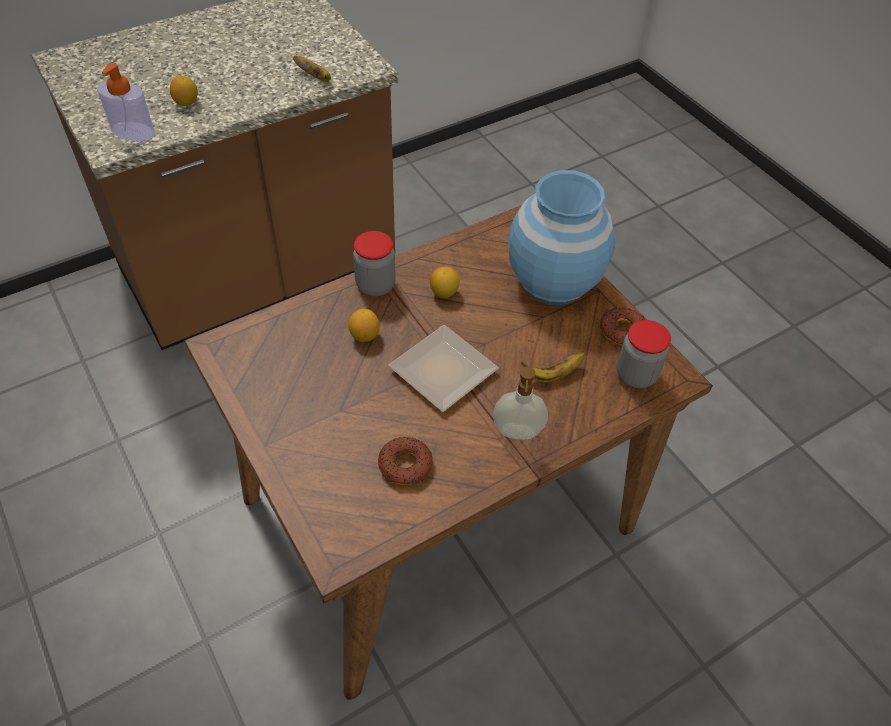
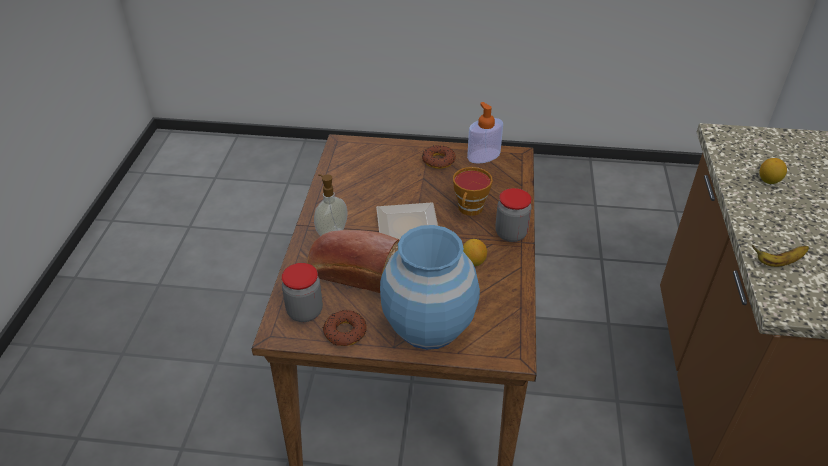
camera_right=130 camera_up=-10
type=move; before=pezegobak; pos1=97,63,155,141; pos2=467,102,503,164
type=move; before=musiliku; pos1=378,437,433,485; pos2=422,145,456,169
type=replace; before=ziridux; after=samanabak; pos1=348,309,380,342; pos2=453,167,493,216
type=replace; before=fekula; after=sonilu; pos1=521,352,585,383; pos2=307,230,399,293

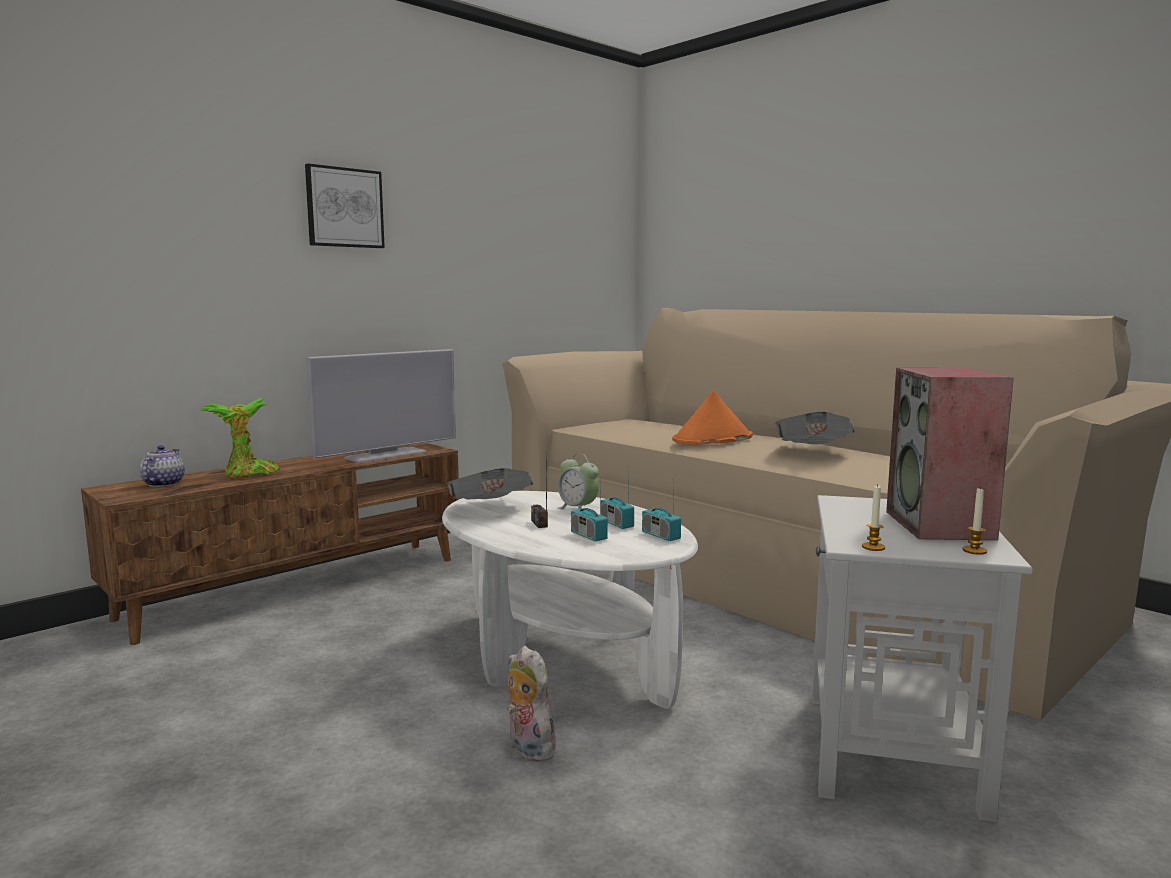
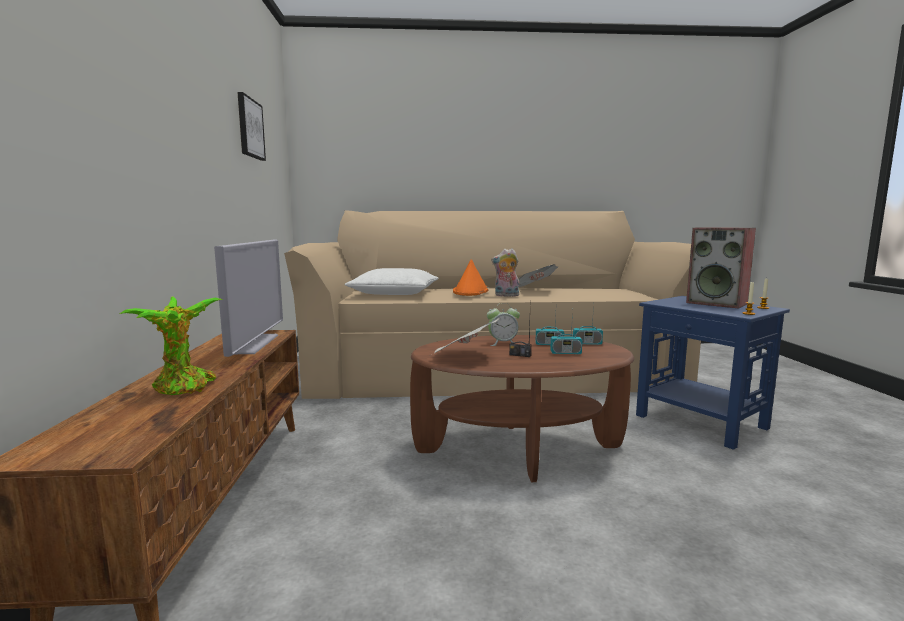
camera_right=-50 camera_up=0
type=delete; before=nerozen; pos1=140,445,185,487
type=insert; after=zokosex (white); pos2=345,268,439,295
type=move; before=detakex; pos1=305,164,385,248; pos2=237,92,266,161
type=move; before=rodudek; pos1=507,646,559,762; pos2=491,248,519,297
type=recolor; before=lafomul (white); after=lafomul (brown); pos1=442,491,698,709; pos2=410,335,634,482
type=recolor; before=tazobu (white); after=tazobu (blue); pos1=812,495,1032,822; pos2=636,296,790,450

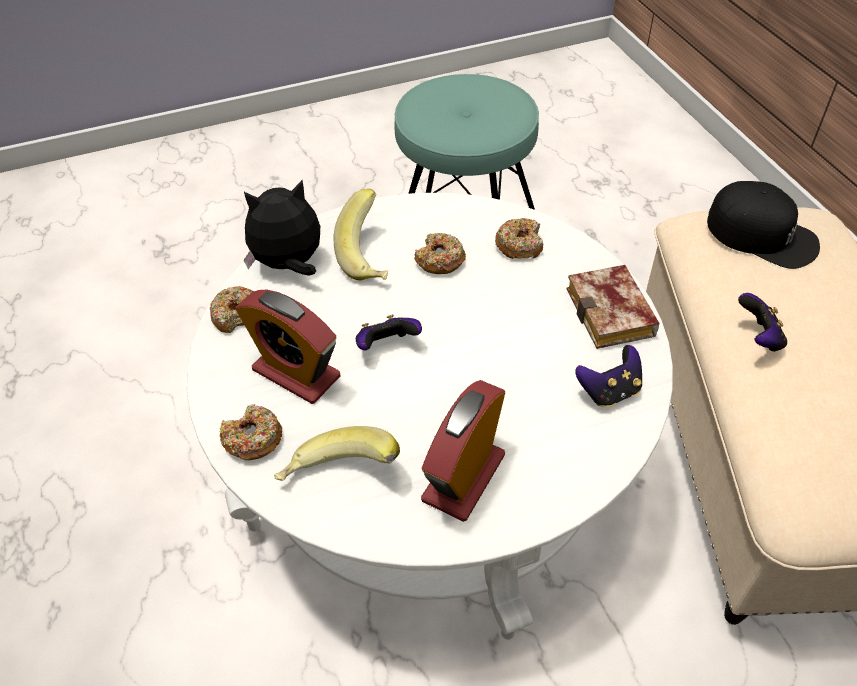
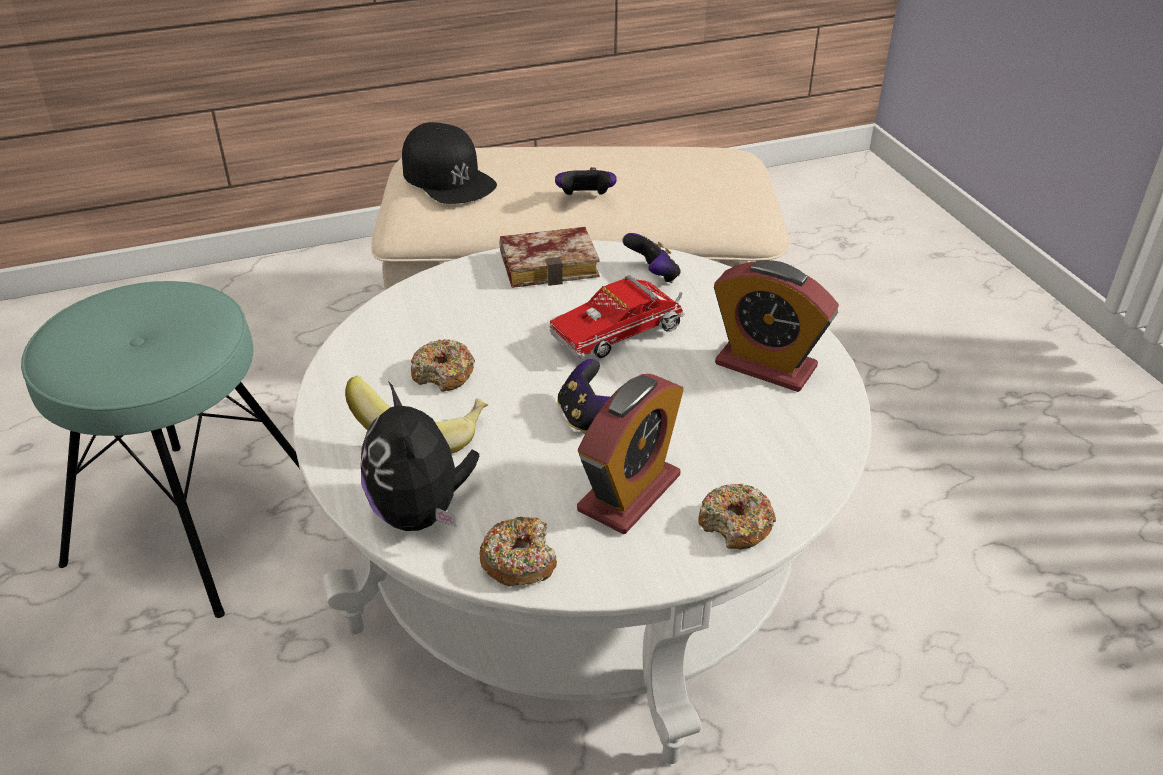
camera_right=-90 camera_up=-10
type=delete; before=fekula; pos1=274,426,400,481
type=delete; before=musiliku; pos1=495,218,543,259
type=insert; after=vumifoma; pos2=549,275,685,359
type=rotate; before=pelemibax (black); pos1=707,181,820,269; pos2=402,122,497,204; turn=105

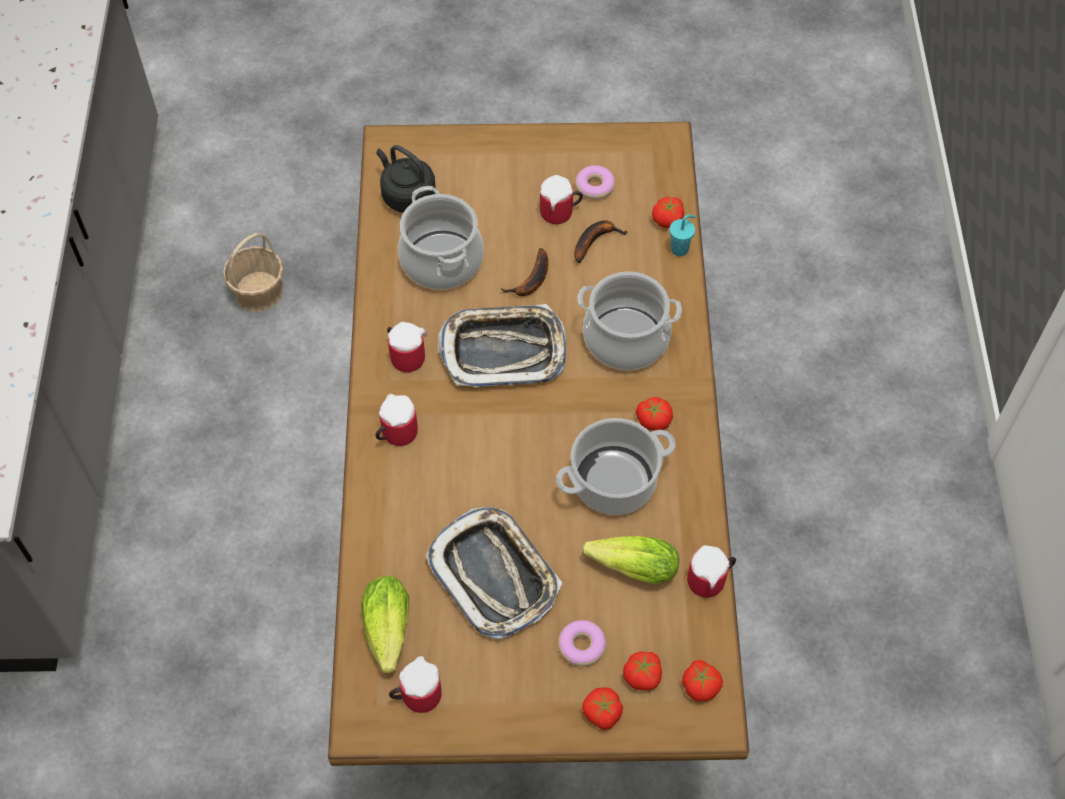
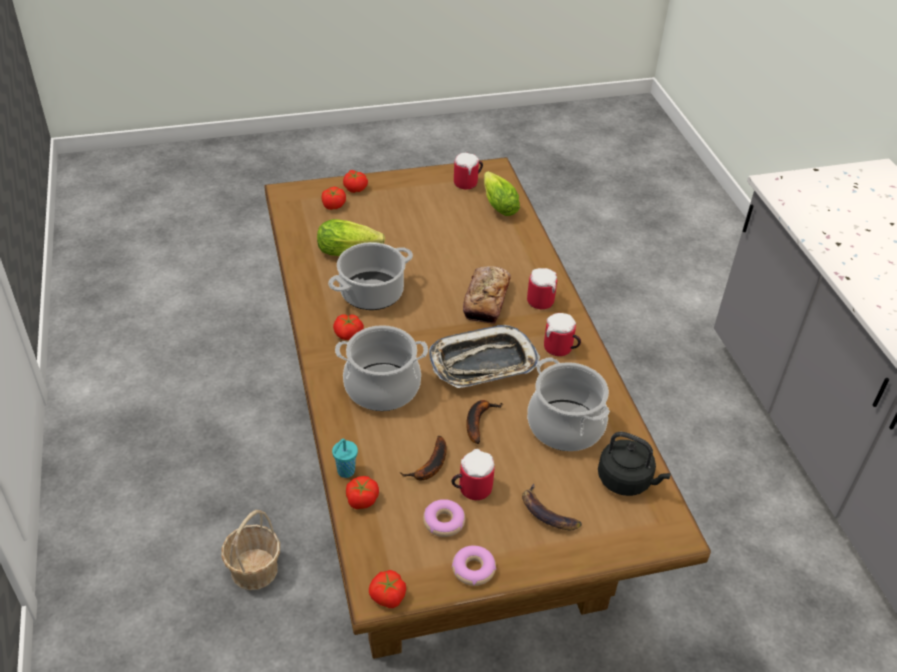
camera_right=165 camera_up=-15
type=delete; before=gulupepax; pos1=425,507,562,639
type=delete; before=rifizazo; pos1=687,545,736,598
type=insert; after=sonilu; pos2=463,266,511,324
type=insert; after=fekula; pos2=522,483,582,530
type=move; before=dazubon; pos1=223,232,284,312; pos2=221,510,280,590
type=move; before=musiliku; pos1=558,620,607,666; pos2=452,545,496,586
type=move; before=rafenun; pos1=682,660,723,701; pos2=369,570,406,608

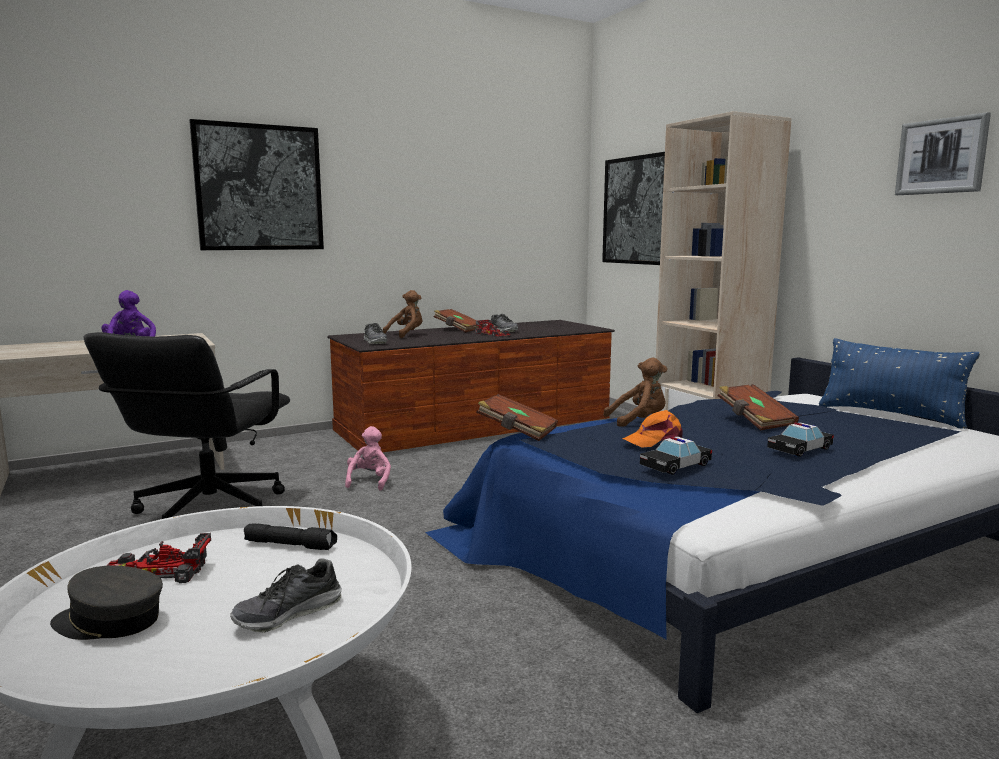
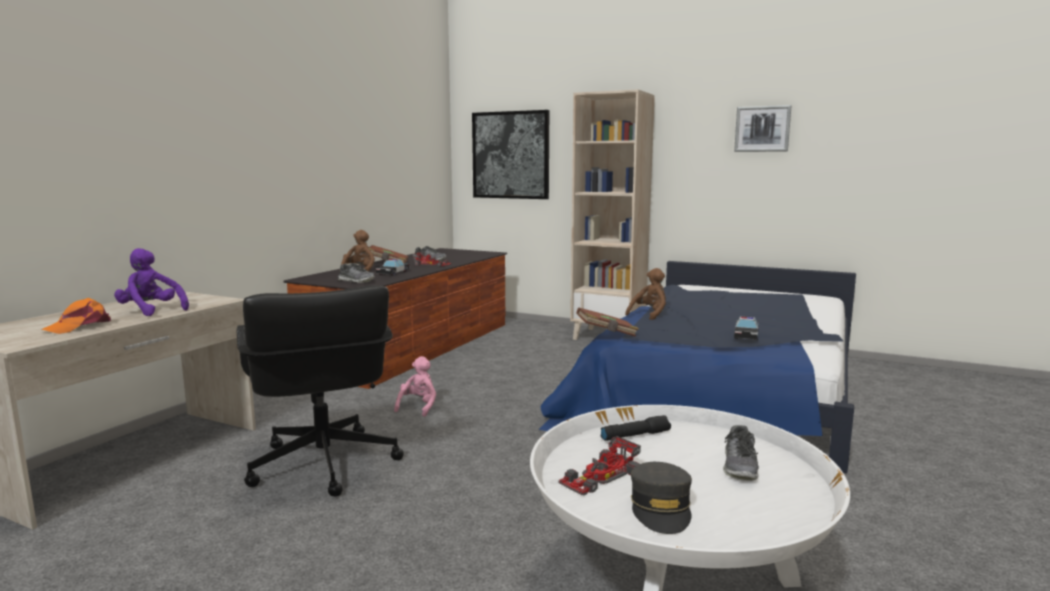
camera_right=-35 camera_up=0
type=delete; before=detakex; pos1=189,119,324,250
type=delete; before=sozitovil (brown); pos1=718,384,799,430
type=delete; before=zokosex (blue); pos1=819,338,980,429
type=move; before=pelemibax (orange); pos1=623,410,683,448; pos2=41,298,111,334
type=move; before=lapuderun; pos1=767,422,834,457; pos2=376,259,409,276
type=rotate; before=pelemibax (grey); pos1=50,566,163,640; pos2=631,462,692,534; turn=-60
type=rotate; before=rodudek (pink); pos1=345,426,391,491; pos2=394,356,436,417; turn=45

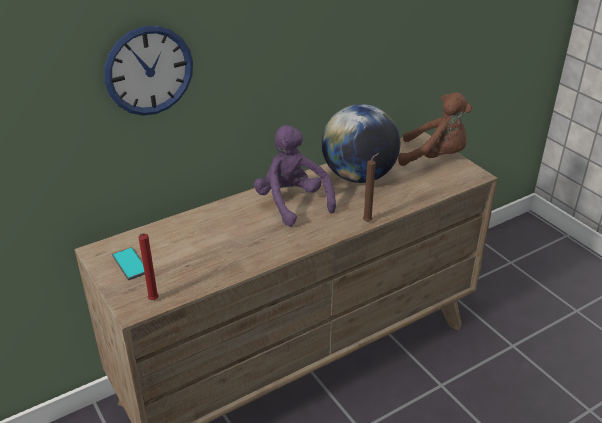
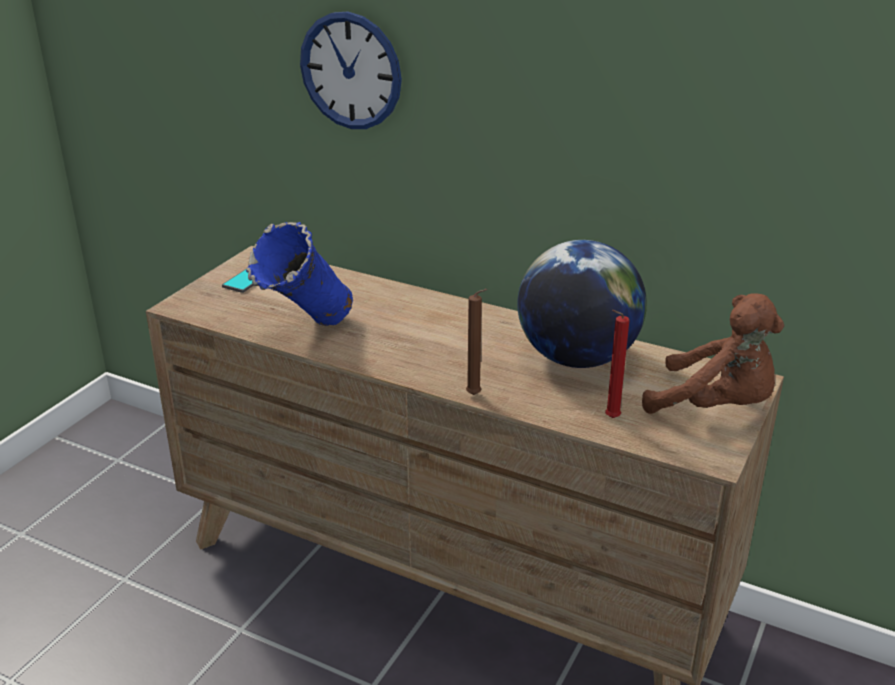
camera_right=60 camera_up=-5
type=delete; before=rodudek (purple); pos1=254,125,336,226
type=insert; after=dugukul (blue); pos2=246,222,353,326
type=move; before=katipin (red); pos1=139,233,159,300; pos2=605,310,629,418
type=rotate; before=rodudek (brown); pos1=398,92,472,166; pos2=642,293,784,414; turn=-45

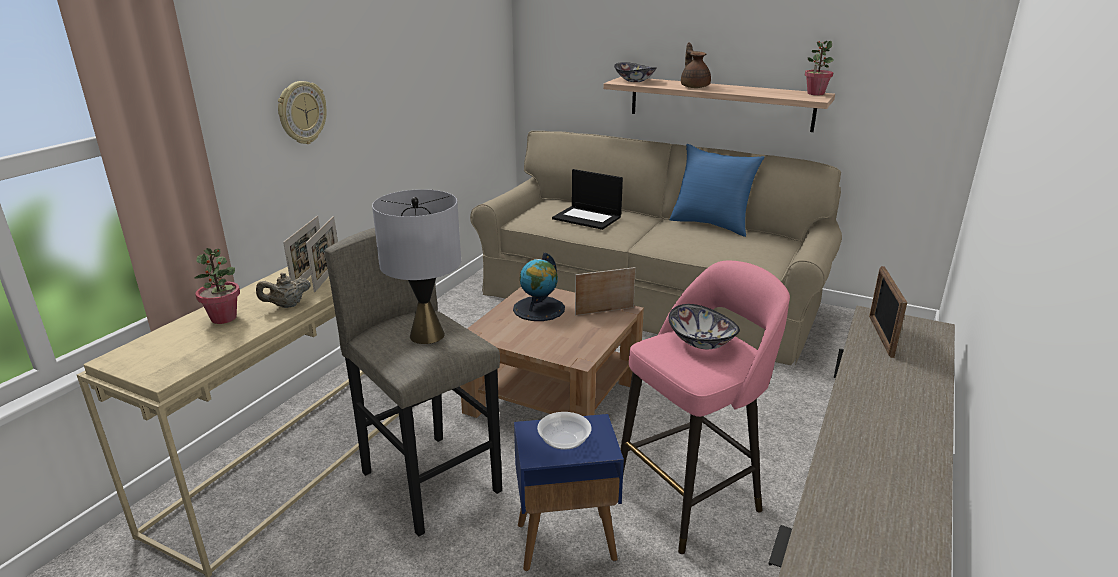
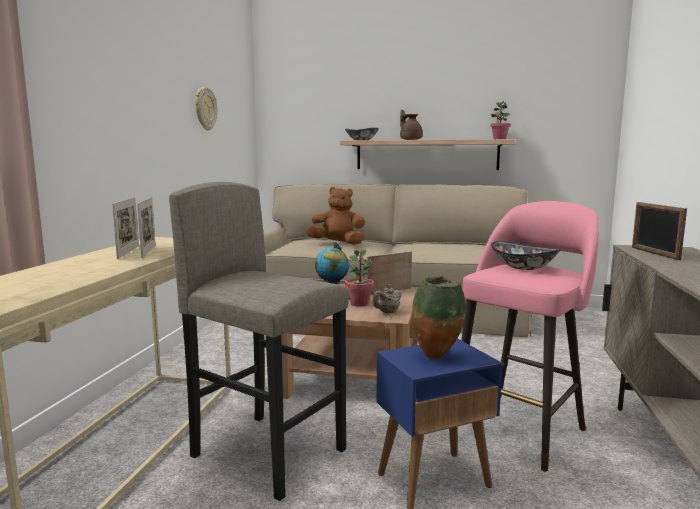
camera_right=-15 camera_up=-15
type=delete; before=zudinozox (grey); pos1=372,189,461,344
type=delete; before=zokosex (blue); pos1=670,144,765,237
type=move; before=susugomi; pos1=194,248,240,324; pos2=345,250,374,307
type=move; before=nerozen (beige); pos1=256,273,311,308; pos2=372,284,402,313
type=move; before=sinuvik; pos1=278,81,327,144; pos2=196,87,217,131
type=replace; before=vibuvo; after=dugukul; pos1=537,412,591,450; pos2=412,276,466,360
type=replace; before=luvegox; after=rodudek (brown); pos1=552,169,623,230; pos2=306,187,365,245

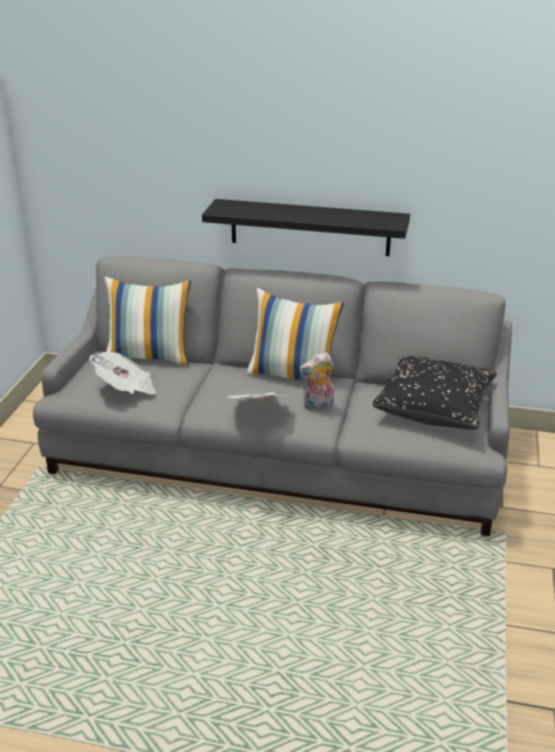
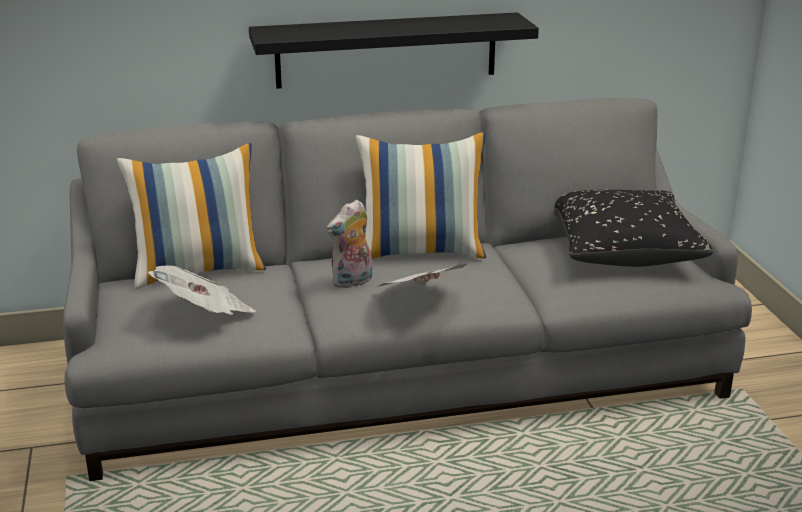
camera_right=-25 camera_up=-5
type=move; before=rodudek; pos1=299,352,334,411; pos2=326,200,373,289

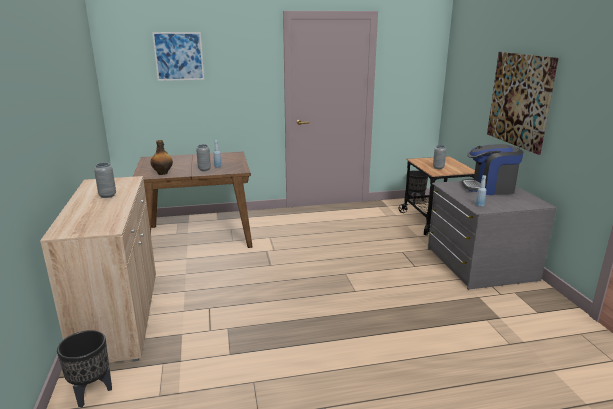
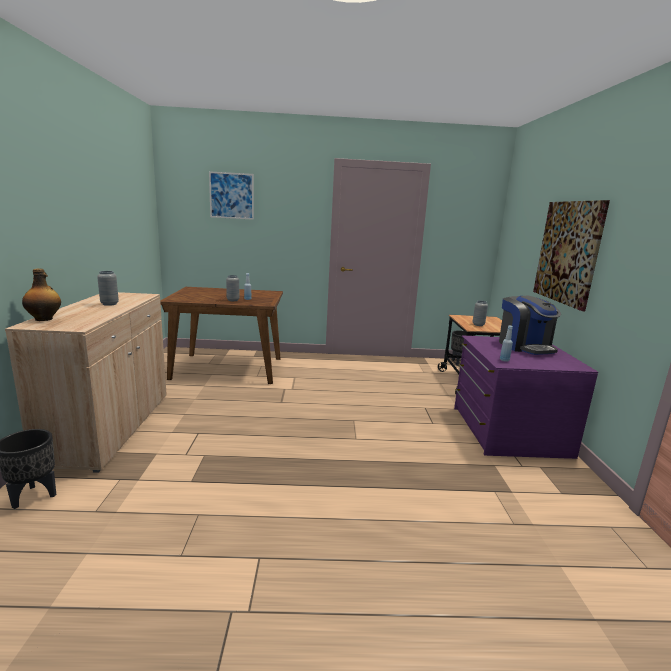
camera_right=10 camera_up=-5
type=move; before=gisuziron; pos1=151,140,173,175; pos2=22,269,61,321
type=recolor; before=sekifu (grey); after=sekifu (purple); pos1=428,181,557,290; pos2=454,335,598,459
type=rotate; before=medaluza; pos1=462,144,523,195; pos2=499,296,561,355; turn=-120

